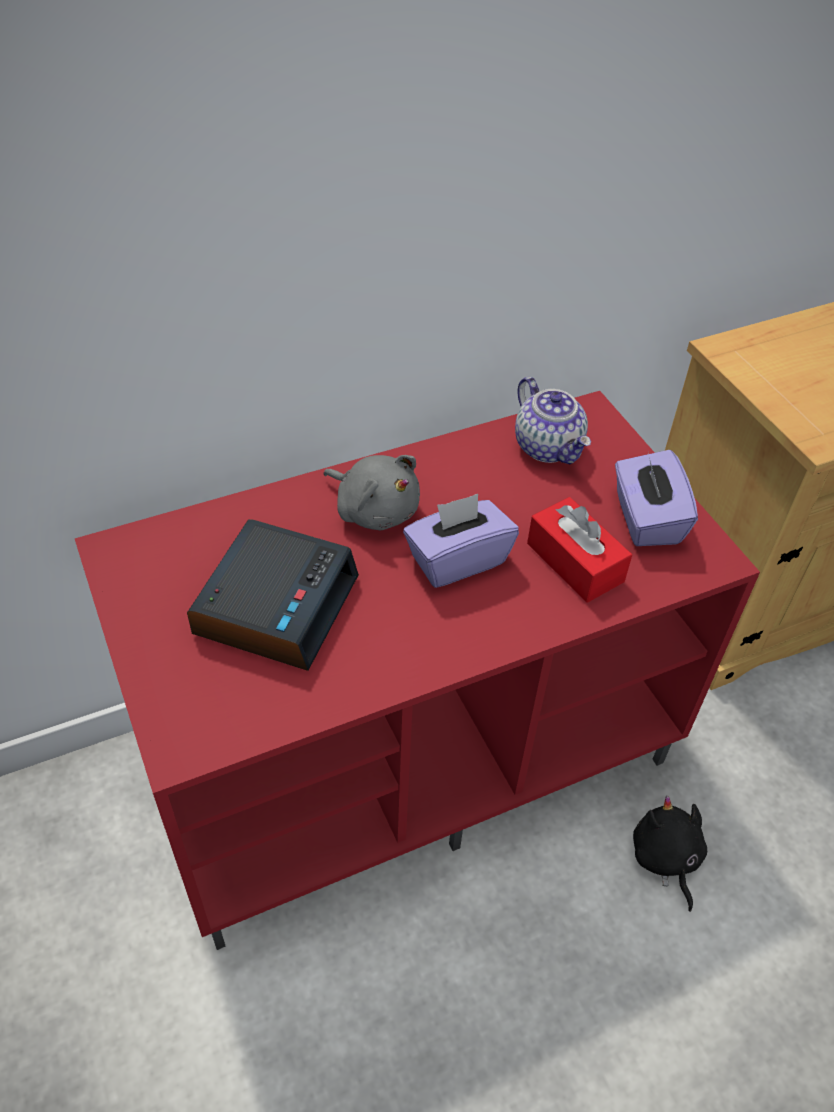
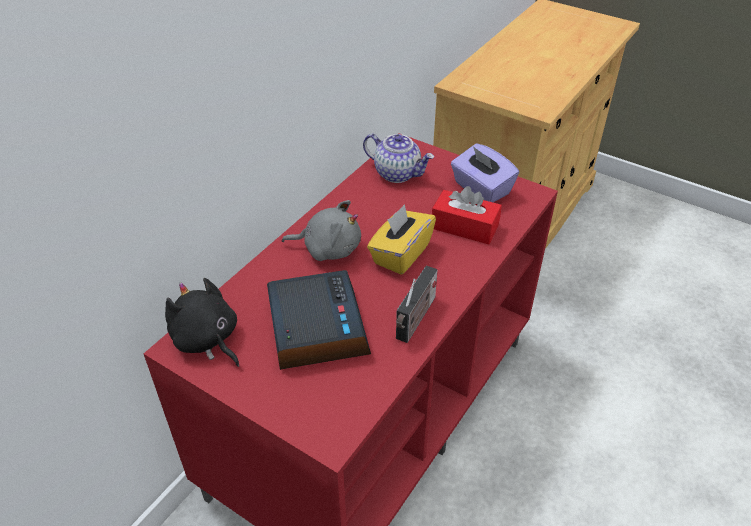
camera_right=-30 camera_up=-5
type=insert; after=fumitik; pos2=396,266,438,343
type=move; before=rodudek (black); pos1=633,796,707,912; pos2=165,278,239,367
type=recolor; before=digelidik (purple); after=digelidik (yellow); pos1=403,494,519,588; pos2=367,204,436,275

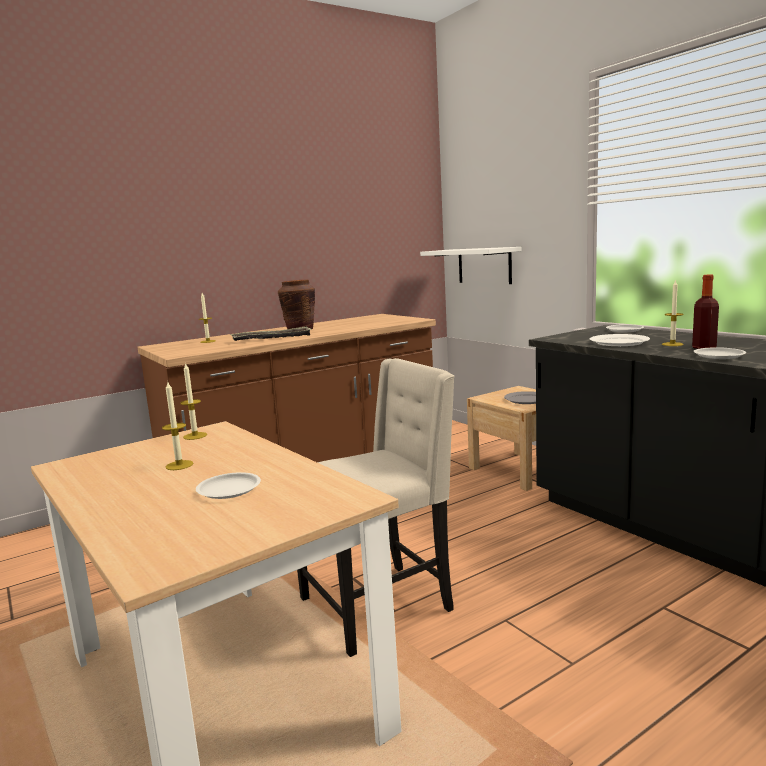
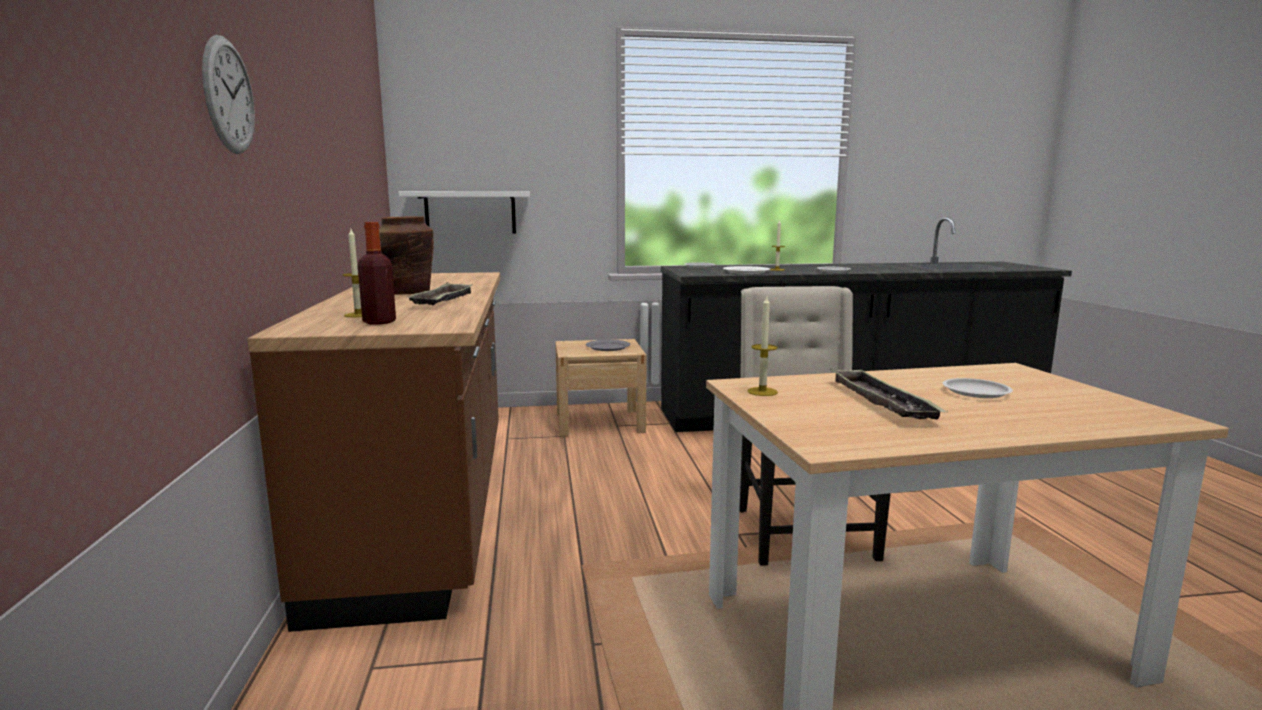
camera_right=-65 camera_up=0
type=insert; after=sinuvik; pos2=202,35,255,154
type=move; before=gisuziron; pos1=692,275,719,349; pos2=358,222,396,325
type=replace; before=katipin; after=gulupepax; pos1=162,382,193,470; pos2=830,369,948,420

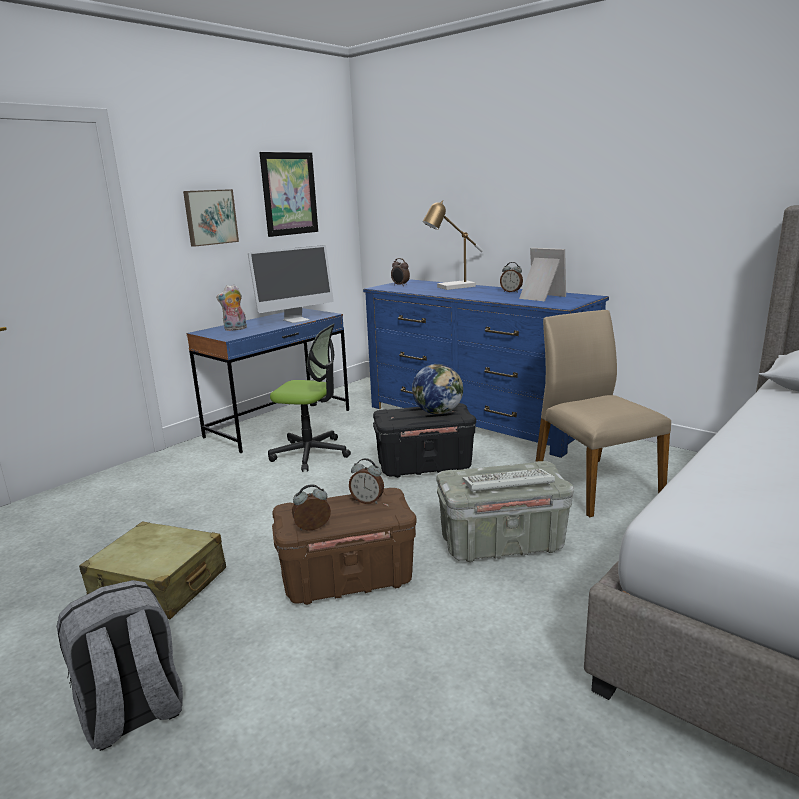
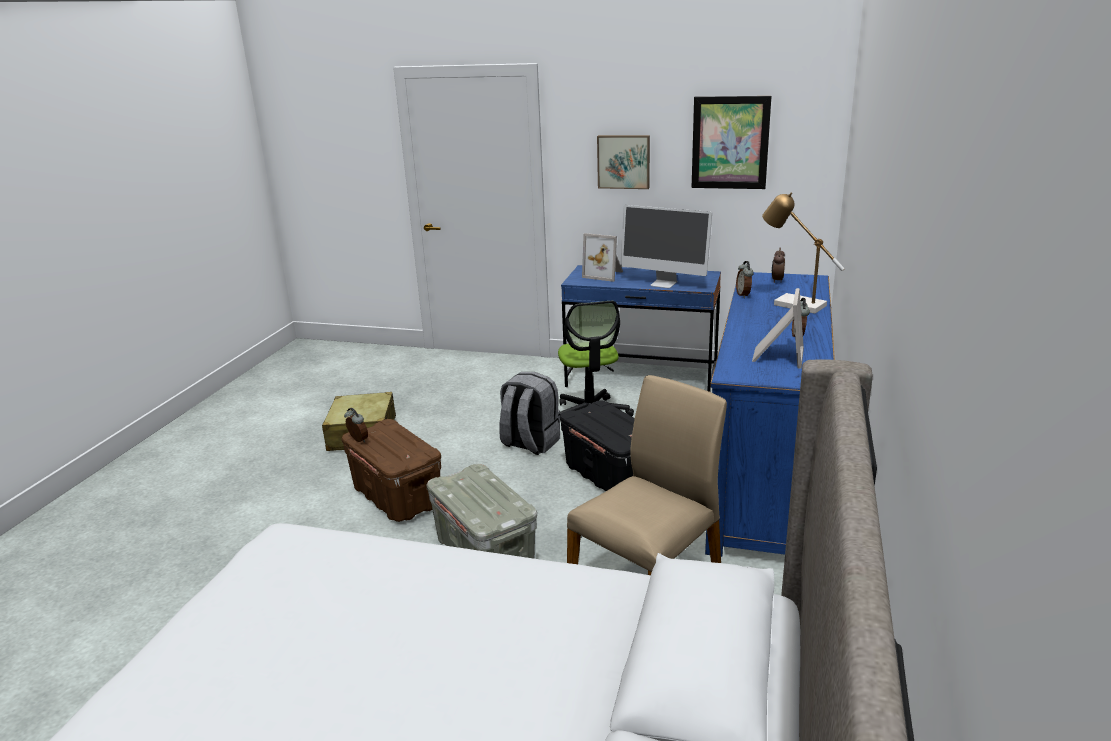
camera_right=65 camera_up=5
type=delete; before=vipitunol; pos1=412,364,463,415
type=delete; before=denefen; pos1=462,469,555,493
type=move; before=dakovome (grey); pos1=57,580,183,751; pos2=500,372,560,455
type=move; before=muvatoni; pos1=349,458,384,504; pos2=736,261,754,298
type=replace; before=rodudek; after=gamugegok; pos1=216,285,247,331; pos2=582,233,623,282

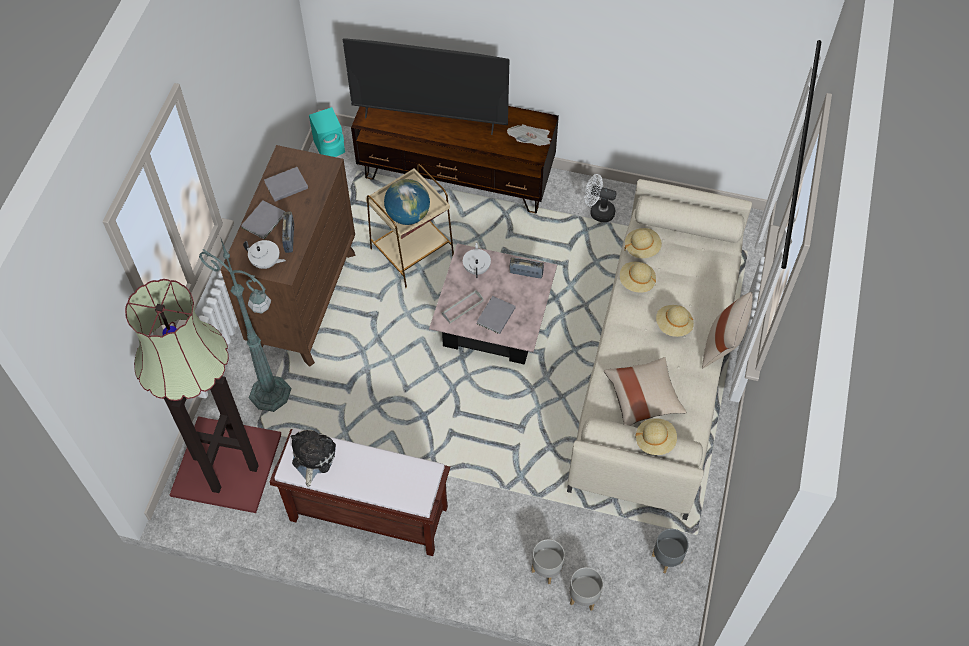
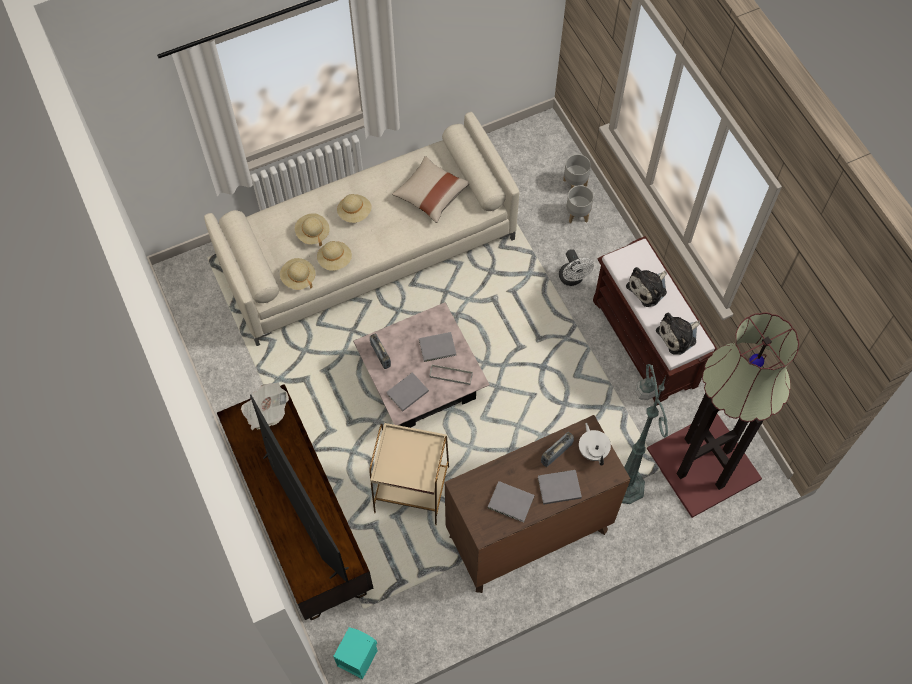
camera_right=-130 camera_up=5
type=delete; before=vipitunol; pos1=384,179,430,225
type=delete; before=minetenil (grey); pos1=652,529,688,573
type=delete; before=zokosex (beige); pos1=702,292,753,368
type=insert; after=rodudek; pos2=626,267,667,307
type=move; before=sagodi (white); pos1=584,174,617,222; pos2=559,249,594,286
type=move; before=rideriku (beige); pos1=635,418,677,455; pos2=295,213,330,246
type=replace; before=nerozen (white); after=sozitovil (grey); pos1=463,242,491,278; pos2=387,372,429,411

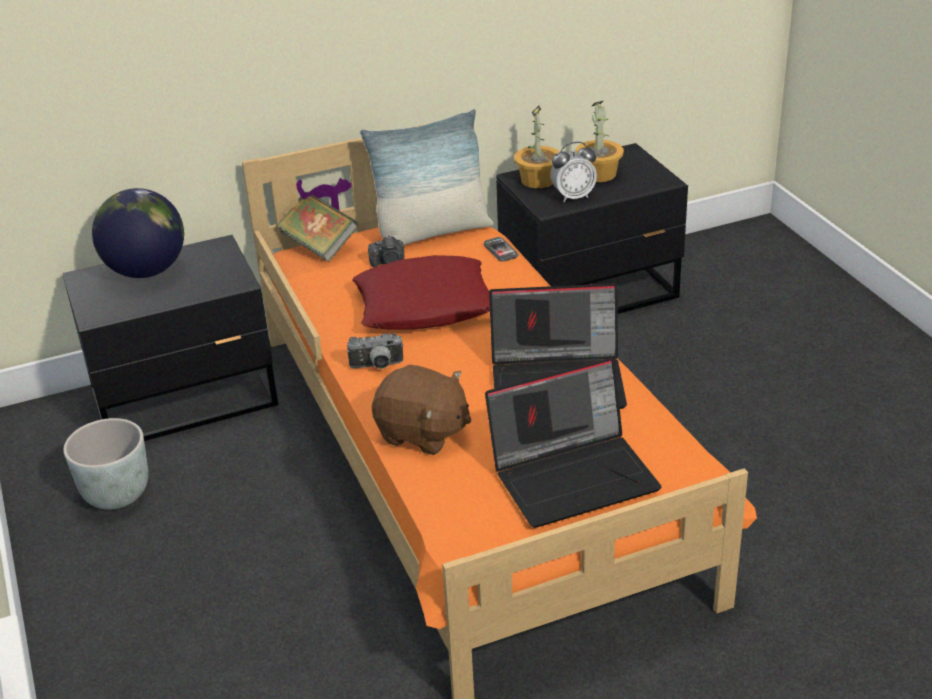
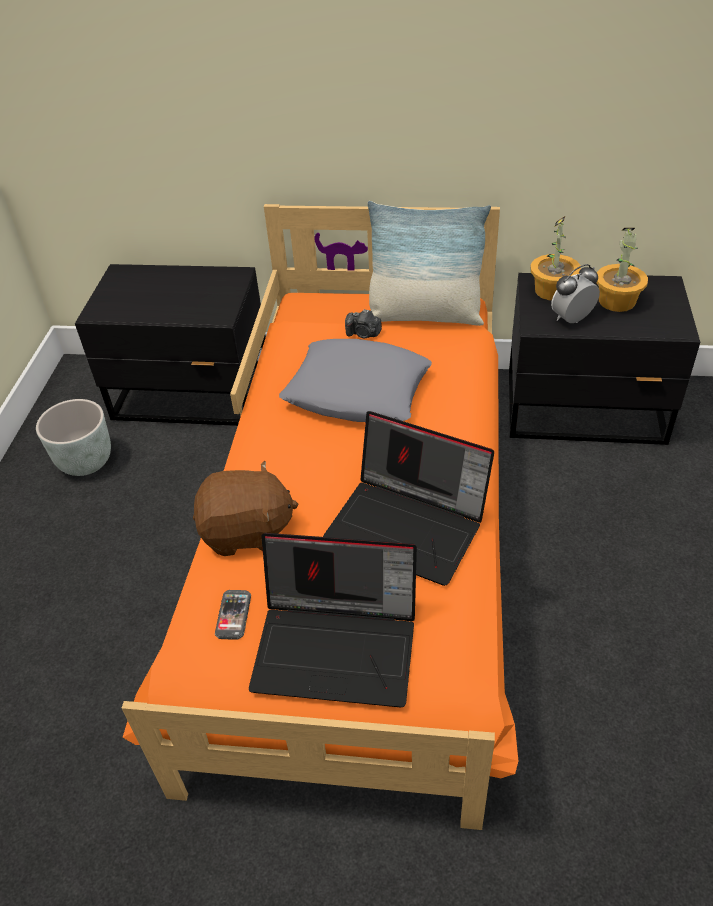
camera_right=30 camera_up=10
type=delete; before=vipitunol; pos1=92,188,184,278
type=delete; before=sozitovil; pos1=276,192,358,262
type=delete; before=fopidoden; pos1=347,333,403,369
type=move; before=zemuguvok; pos1=483,237,519,262; pos2=215,590,251,640
type=recolor; before=zokosex (red); after=zokosex (grey); pos1=352,255,490,330; pos2=279,339,432,422
type=rotate; before=rodudek (brown); pos1=372,365,471,455; pos2=193,461,298,556; turn=-60
type=rotate; before=muvatoni; pos1=550,142,597,202; pos2=551,264,600,323; turn=135

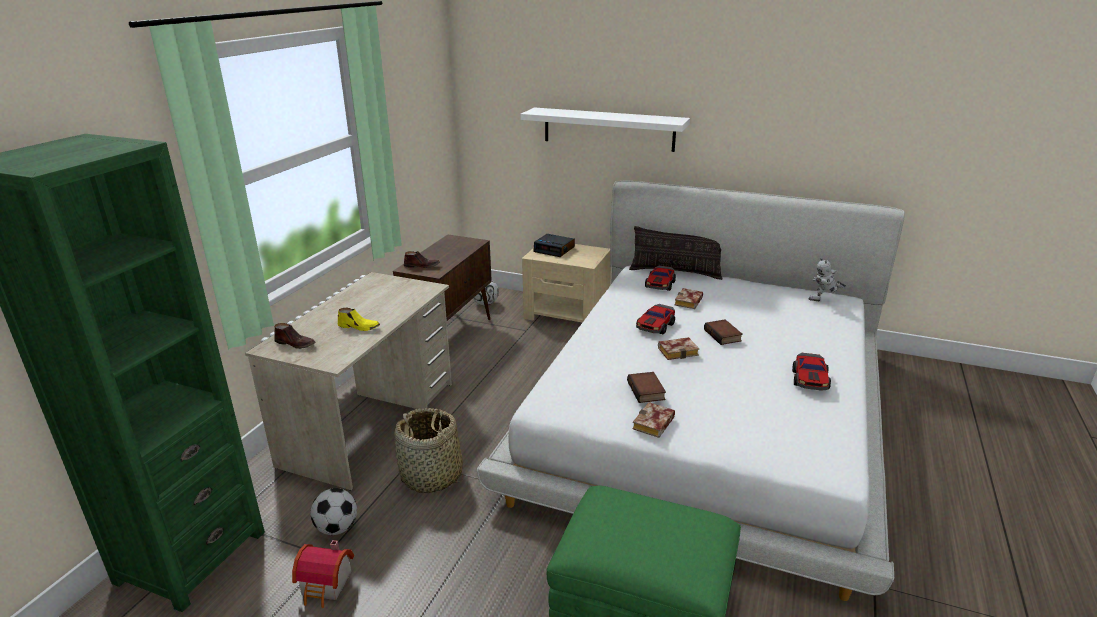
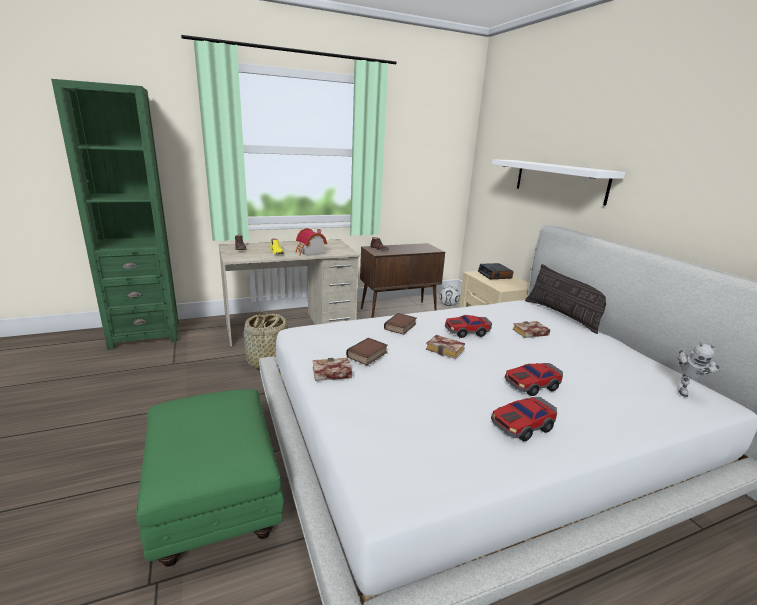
camera_right=45 camera_up=-5
type=delete; before=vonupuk; pos1=311,488,357,535
type=move; before=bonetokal; pos1=292,540,354,608; pos2=295,228,327,256
type=move; before=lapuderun; pos1=645,266,676,291; pos2=505,363,563,396
type=move; before=sozitovil; pos1=704,319,743,345; pos2=384,313,417,335
type=rotate; before=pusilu; pos1=808,257,846,301; pos2=678,342,720,397; turn=-105

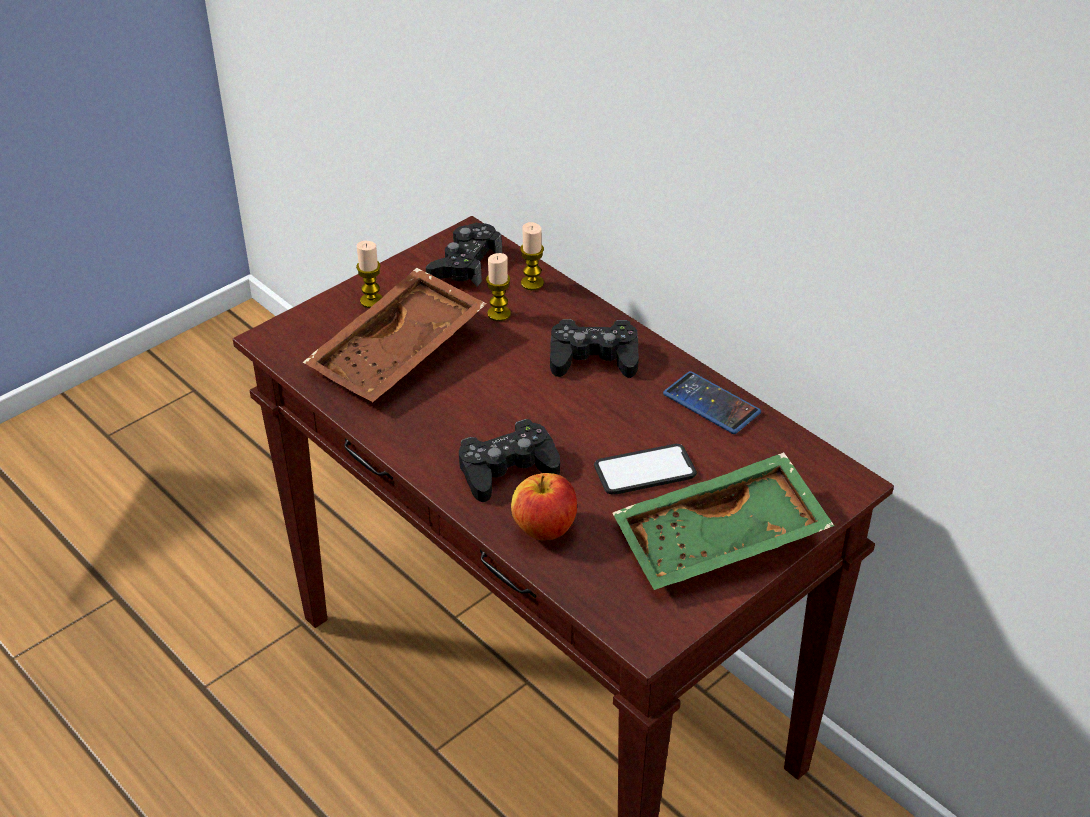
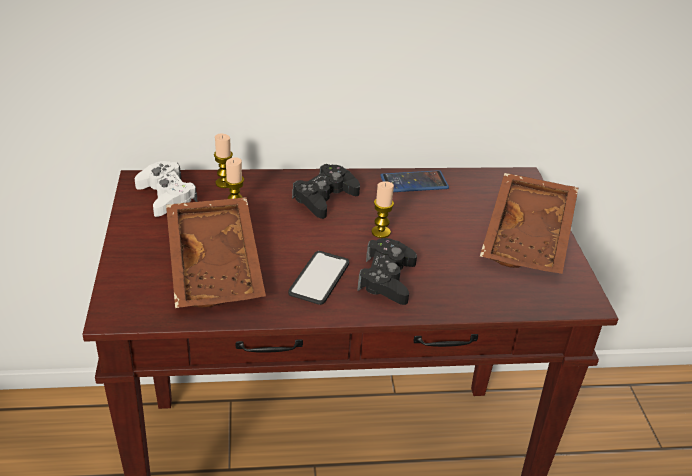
camera_right=-55 camera_up=-5
type=delete; before=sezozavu; pos1=511,473,577,540
type=move; before=katipin; pos1=356,241,382,308; pos2=371,181,394,238
type=move; before=zemuguvok; pos1=594,444,697,495; pos2=288,251,349,305
type=recolor; before=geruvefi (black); after=geruvefi (white); pos1=426,223,502,287; pos2=135,161,198,217
type=recolor; before=gulupepax (green); after=gulupepax (brown); pos1=612,452,834,590; pos2=480,173,578,274

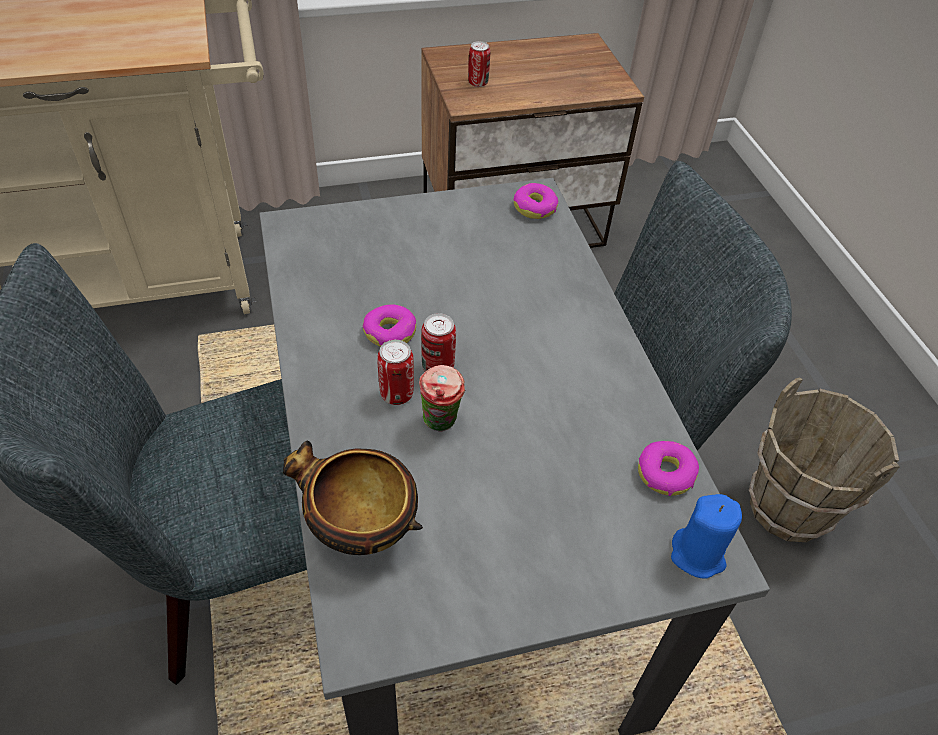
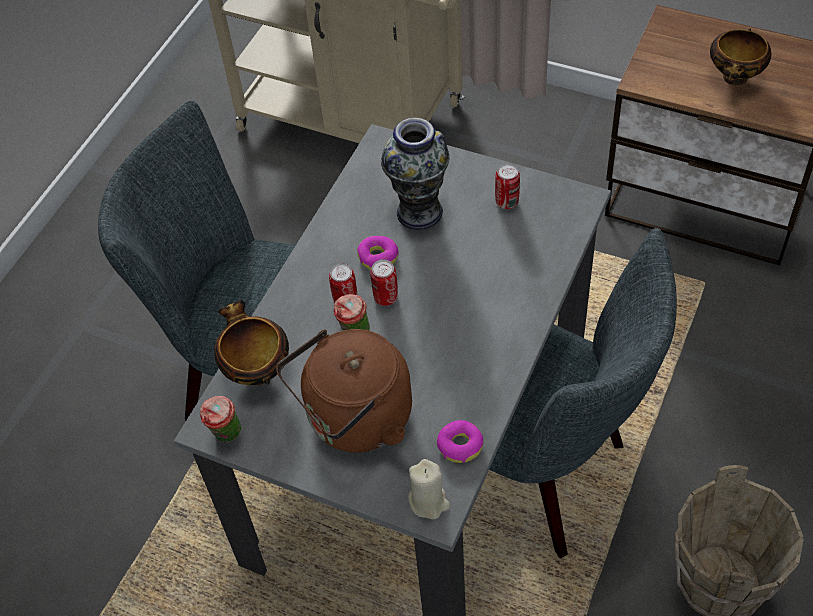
camera_right=45 camera_up=5
type=delete; before=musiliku; pos1=514,183,558,219
type=insert; after=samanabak; pos2=200,396,241,442
type=insert; after=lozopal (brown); pos2=276,329,412,453
type=insert; after=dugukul; pos2=381,118,450,230
type=insert; after=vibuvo; pos2=710,29,771,85
type=move; before=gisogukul; pos1=468,41,490,87; pos2=495,164,520,209
type=recolor; before=katipin (blue); after=katipin (beige); pos1=671,494,742,579; pos2=408,459,450,519

